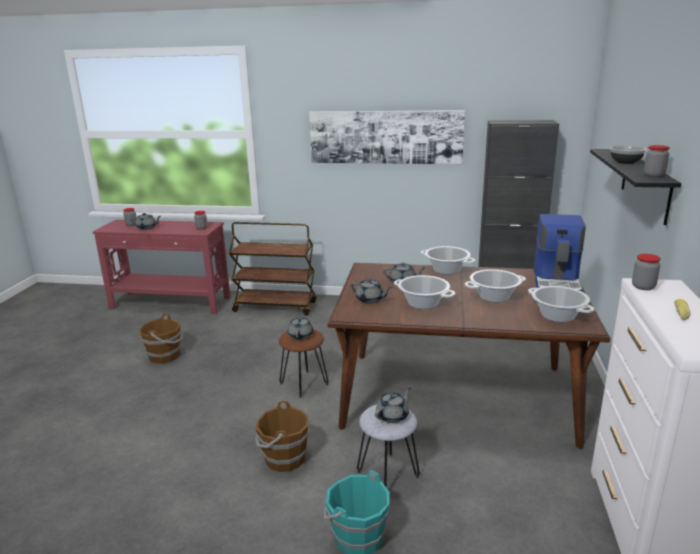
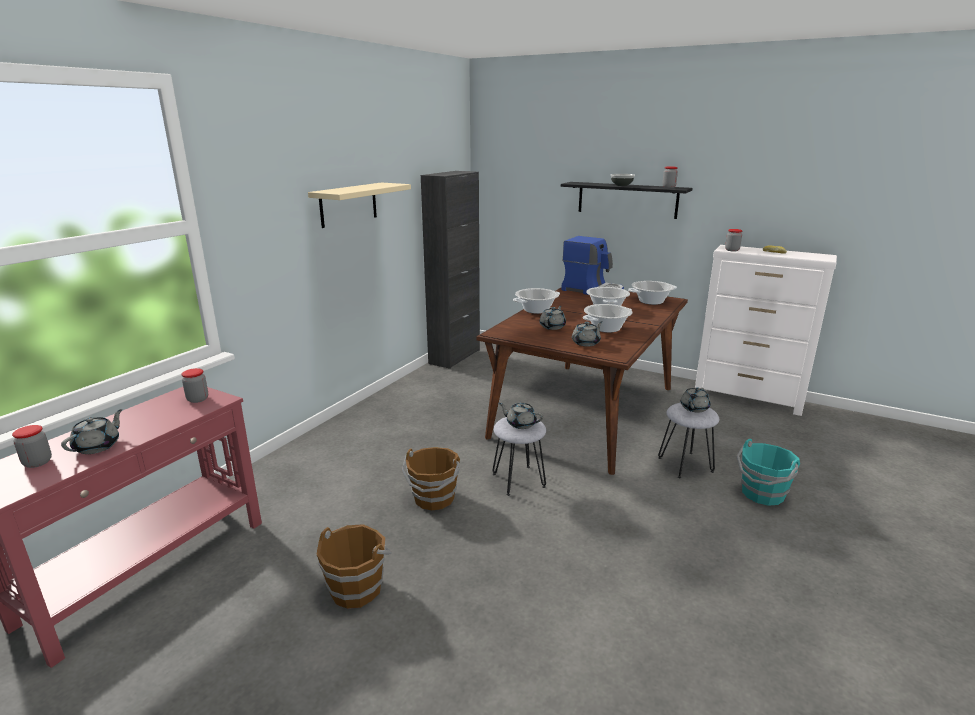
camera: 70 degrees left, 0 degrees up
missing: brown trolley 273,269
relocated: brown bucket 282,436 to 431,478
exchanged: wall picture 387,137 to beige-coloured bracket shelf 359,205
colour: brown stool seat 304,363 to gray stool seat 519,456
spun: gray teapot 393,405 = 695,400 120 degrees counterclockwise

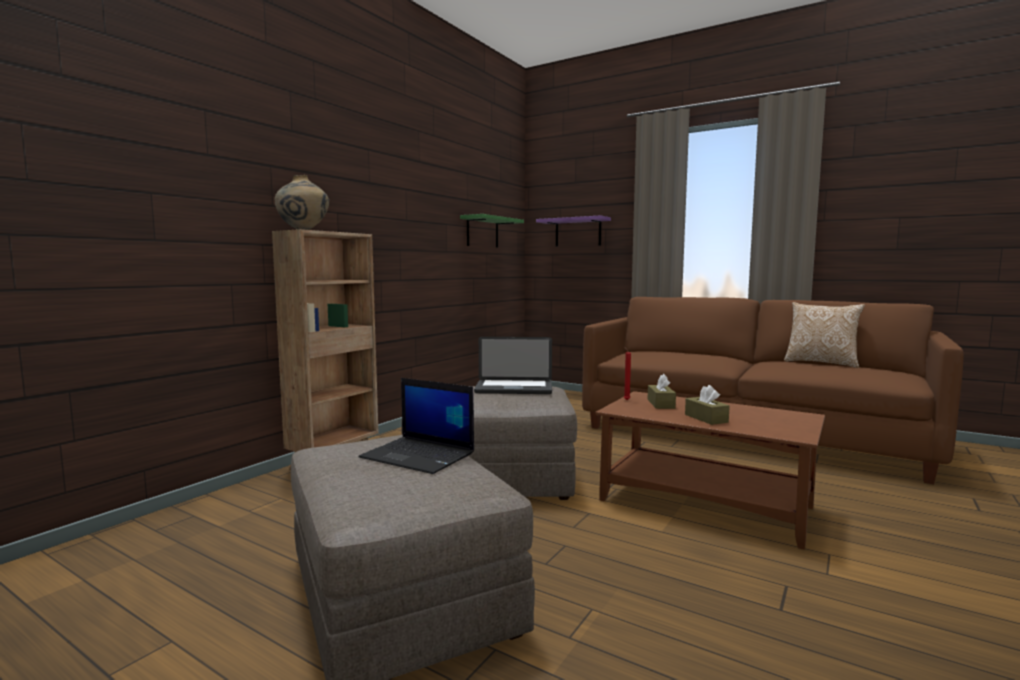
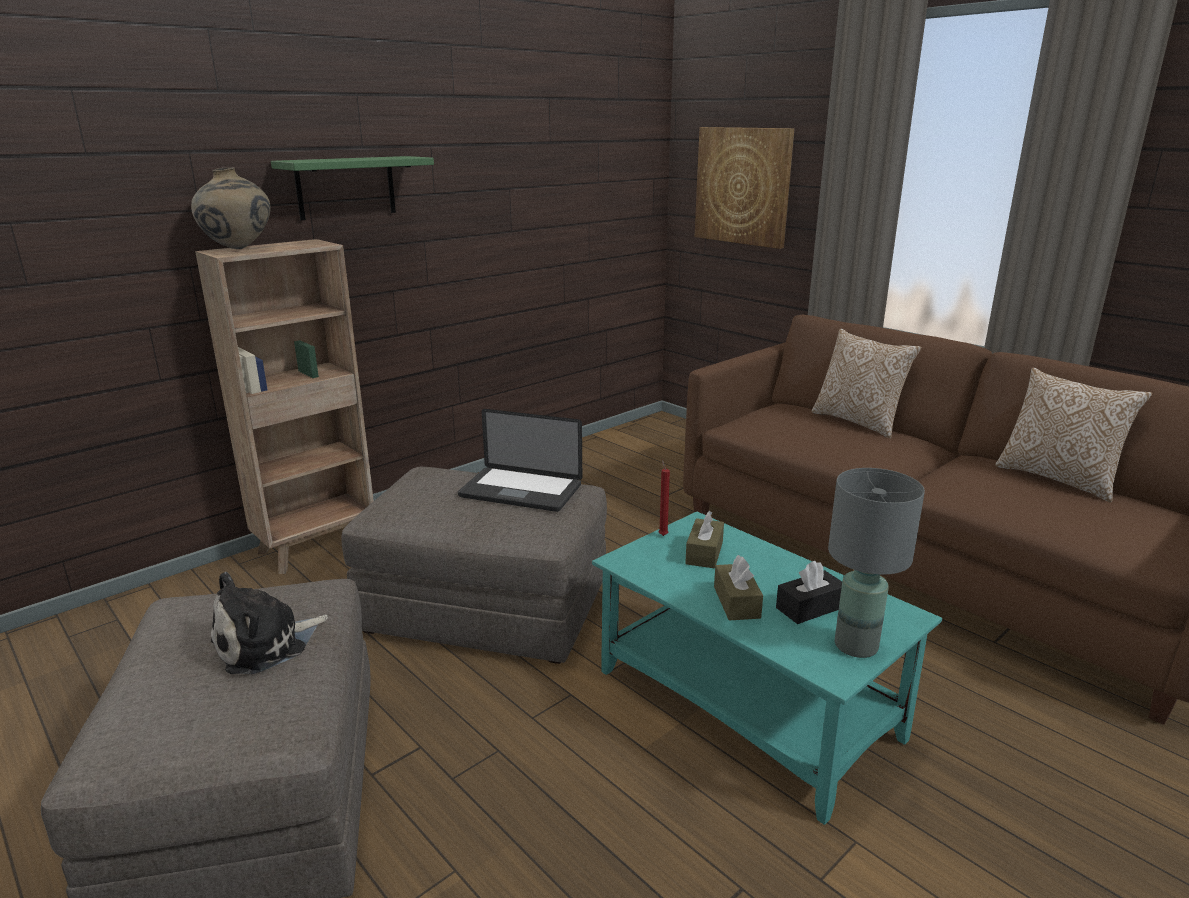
camera: 15 degrees right, 15 degrees up
appeared: black tissue box 809,592; throw pillow 867,383; gray tabletop lamp 876,563
relocated: greenish bracket shelf 492,231 to 352,188
exchanged: notebook computer 416,426 to soft toy 269,623; purple bracket shelf 573,231 to wall picture 744,188
colour: brown coffee table 710,470 to turquoise coffee table 767,668

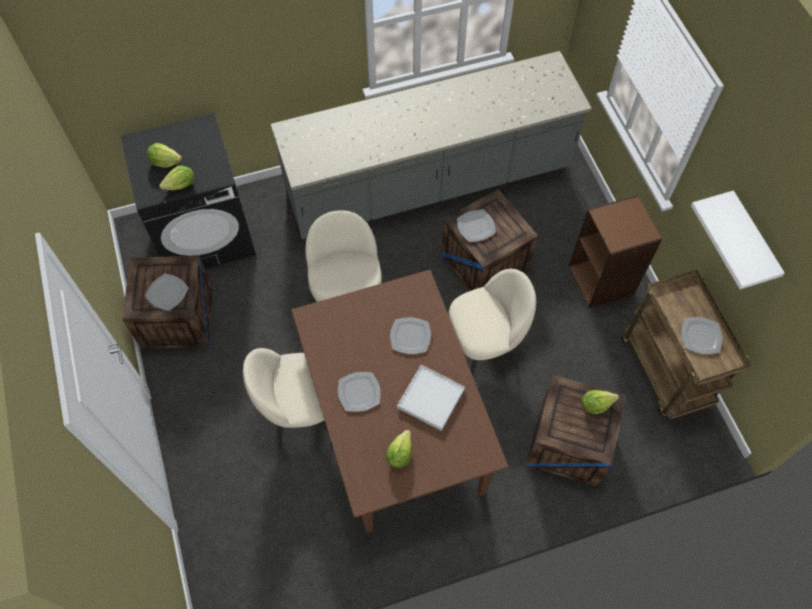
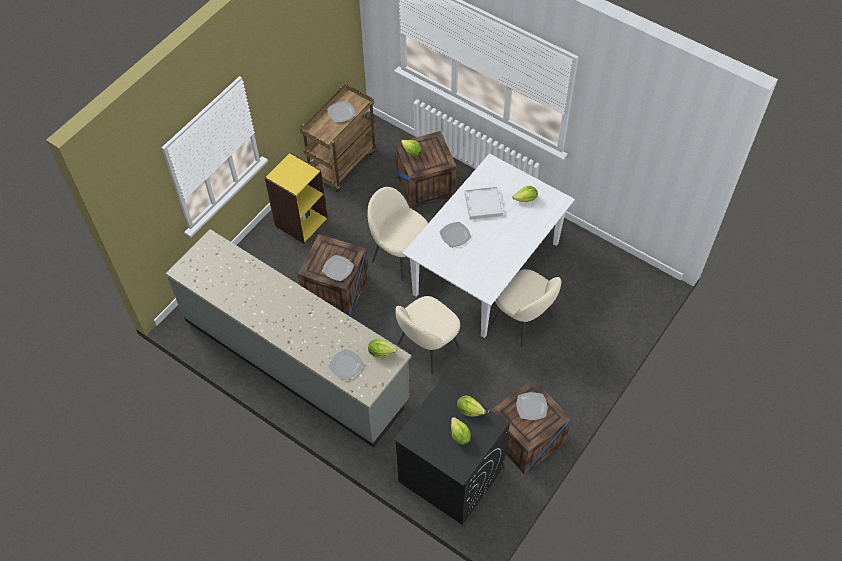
camera: 125 degrees left, 5 degrees down
missing: white-coloured bracket shelf 738,240
appeared: lettuce 382,348
relocated: flat dish 359,392 to 346,365
colour: brown dining table 399,401 to white-coloured dining table 489,246; brown bookshelf 615,251 to yellowish bookshelf 296,197

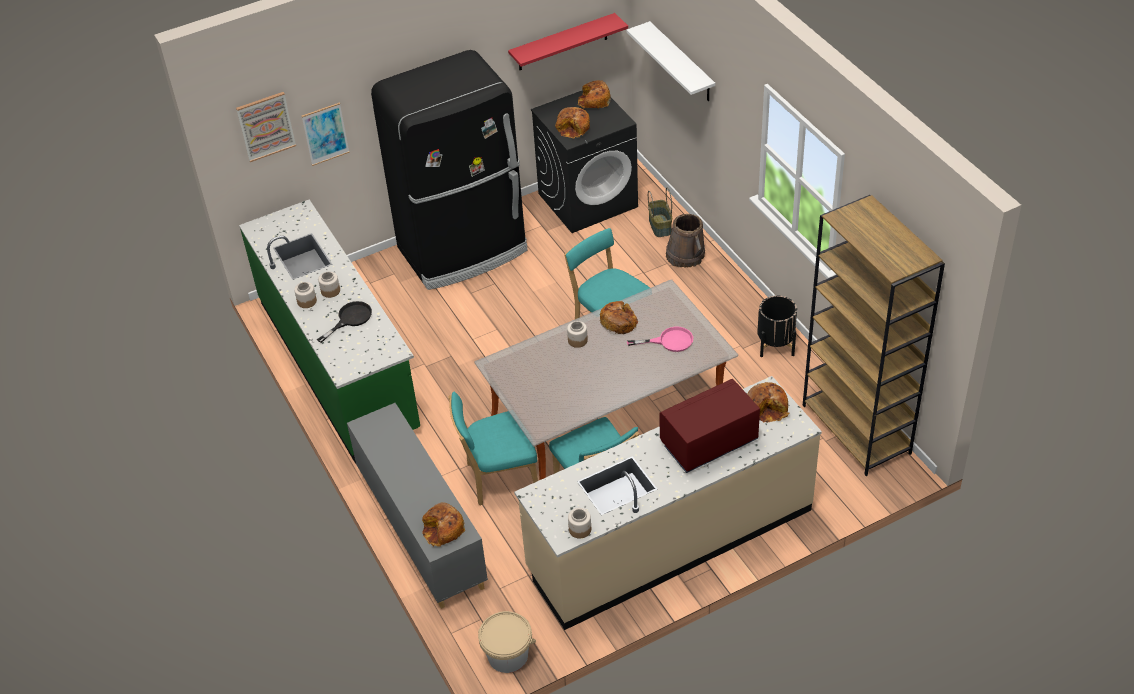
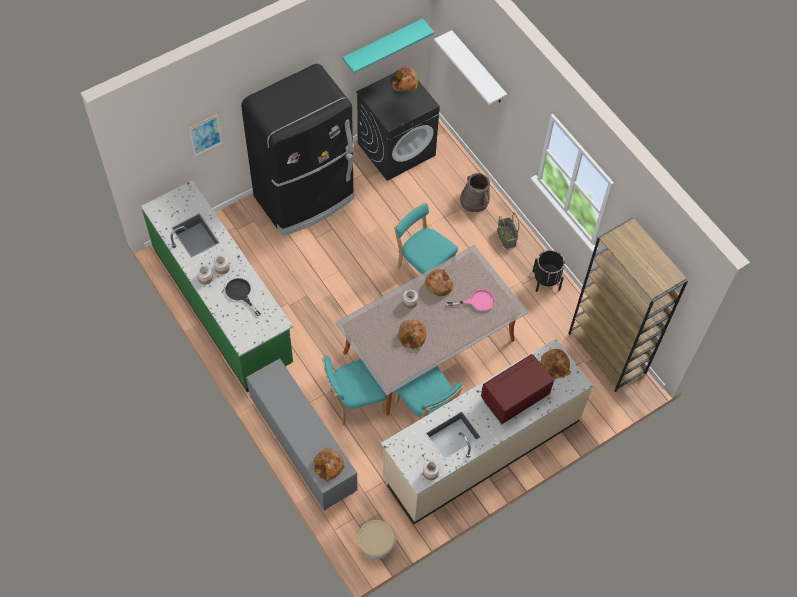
camera: 10 degrees left, 15 degrees up
missing: wall picture 266,127
relocated: bakery bread 572,122 to 411,335; basket 660,212 to 508,231
colour: red-coloured bracket shelf 568,41 to turquoise bracket shelf 388,45
spun: black frying pan 344,322 = 243,297 75 degrees counterclockwise

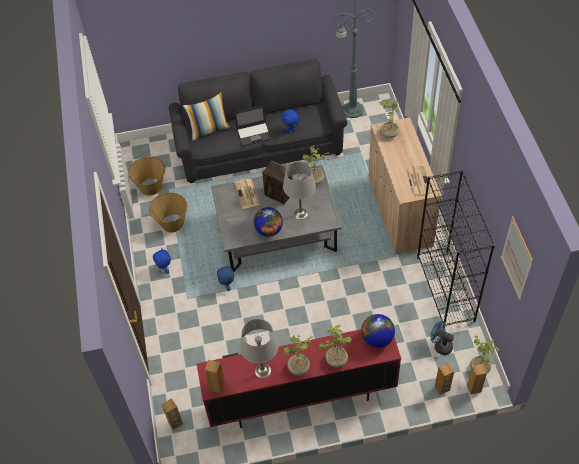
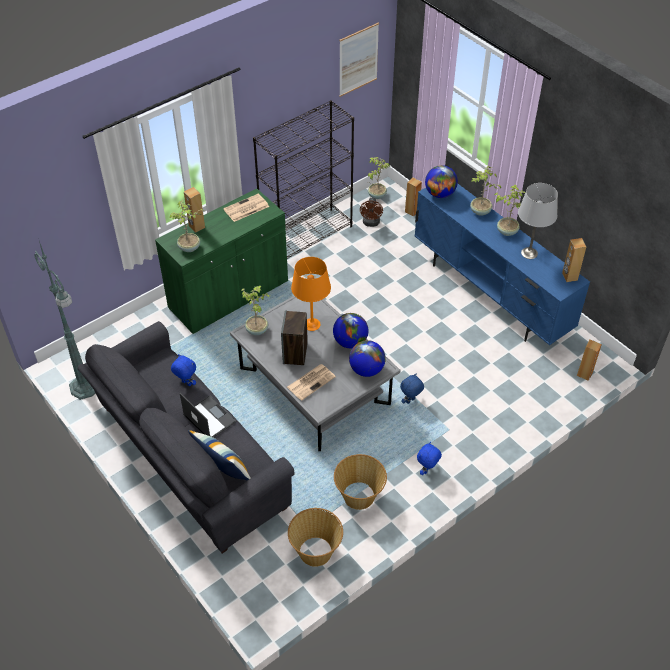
camera: 120 degrees left, 5 degrees down
appeared: world globe 367,358
relocated: brown audio speaker 477,379 to 194,210
colour: red-coloured tv unit 299,378 to bluish tv unit 502,264; gray tabletop lamp 299,190 to orange-coloured tabletop lamp 311,294; beige-coloured storage cabinet 405,185 to greenish storage cabinet 221,261; bluish electric fan 442,338 to brown electric fan 371,212

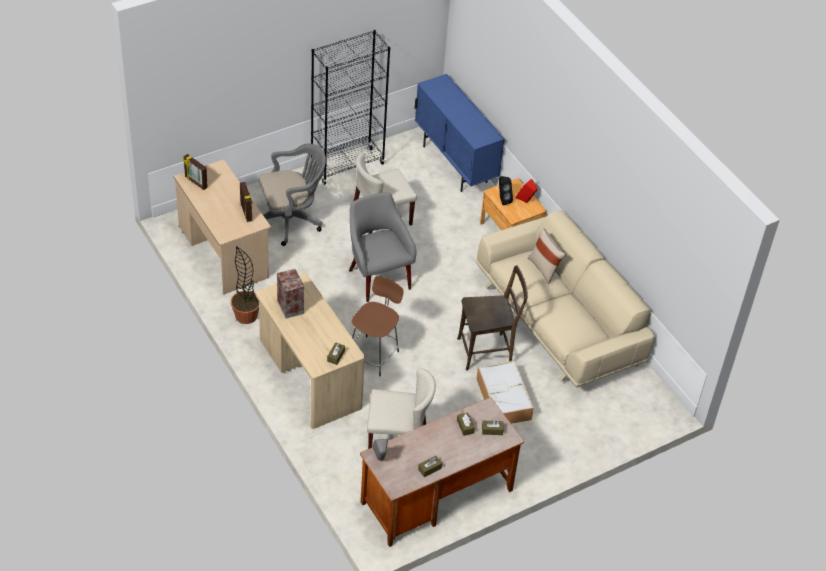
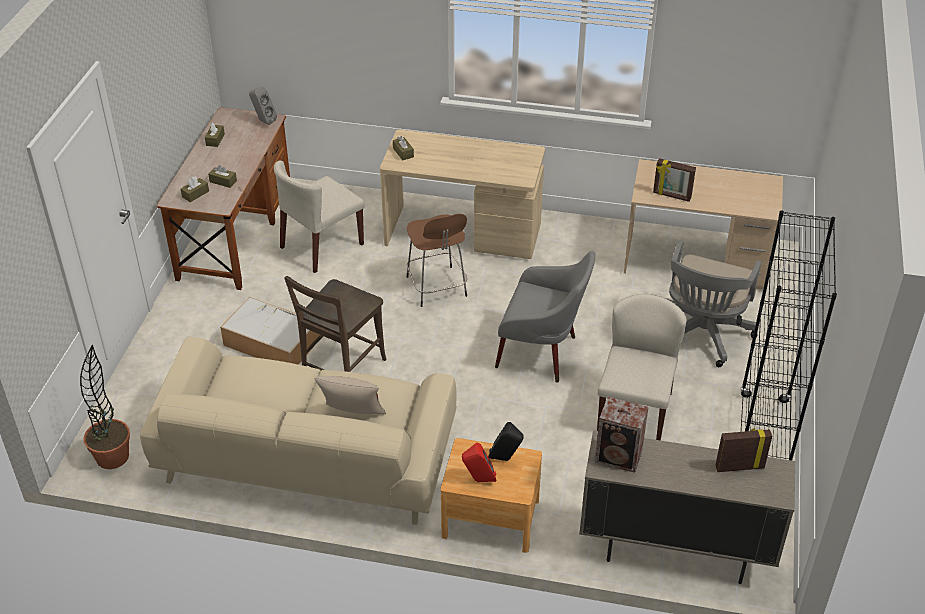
camera: 135 degrees right, 5 degrees down
relocated: standing frame 195,172 to 743,450; plant in a pot 245,285 to 105,406; audio speaker 290,293 to 622,435
colour: bluish storage cabinet 460,133 to beige-coloured storage cabinet 687,507

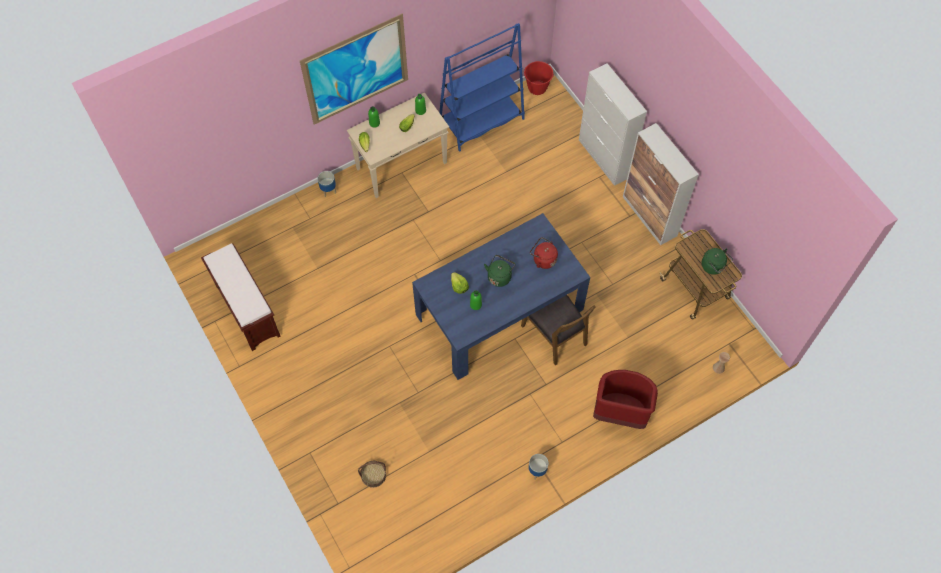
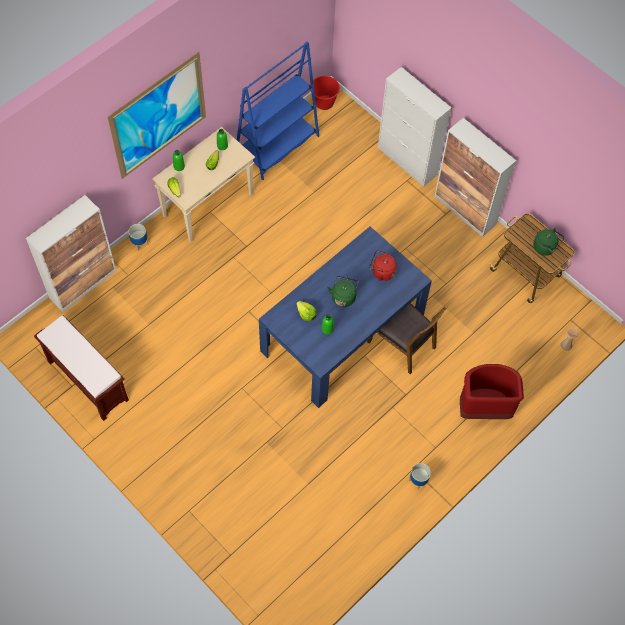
camera: 15 degrees left, 0 degrees up
missing: basket 372,474
appeared: storage cabinet 71,253

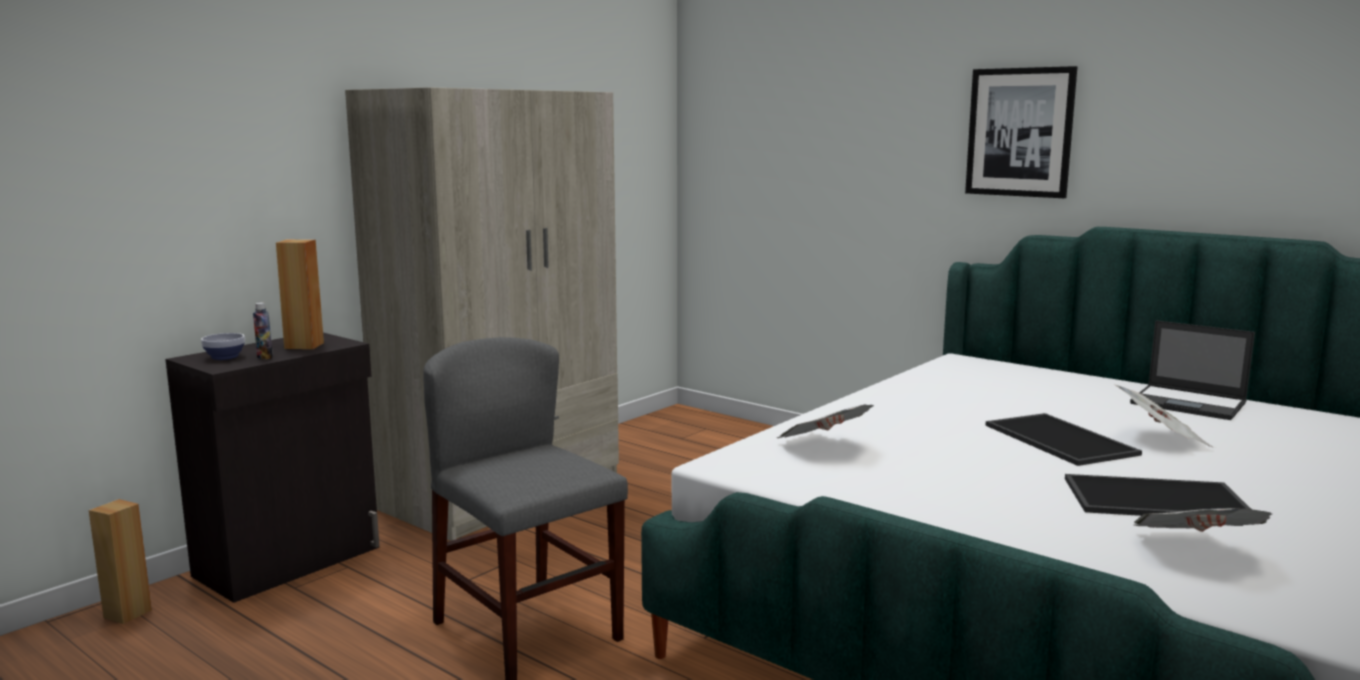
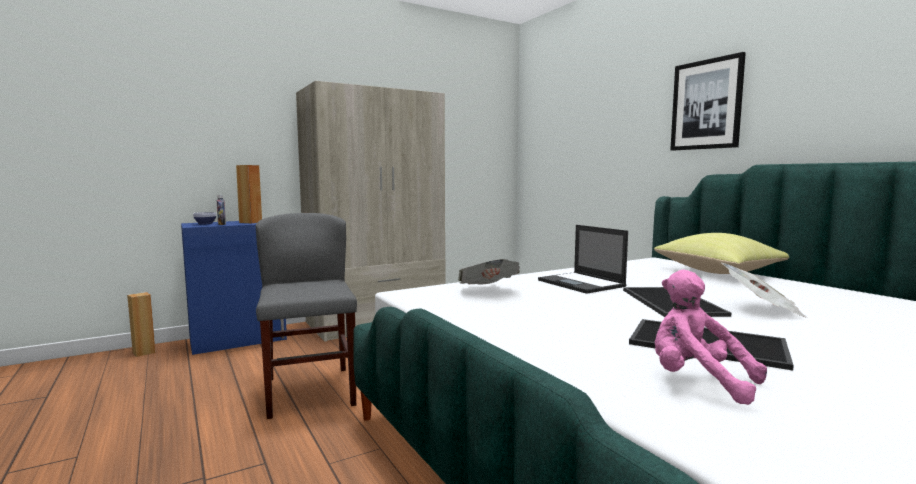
camera: 20 degrees right, 5 degrees down
appeared: yellowish throw pillow 721,253
relocated: notebook computer 1192,370 to 583,259
exchanged: newspaper 1203,520 to pink soft toy 711,337
colour: black storage cabinet 272,468 to bluish storage cabinet 234,288

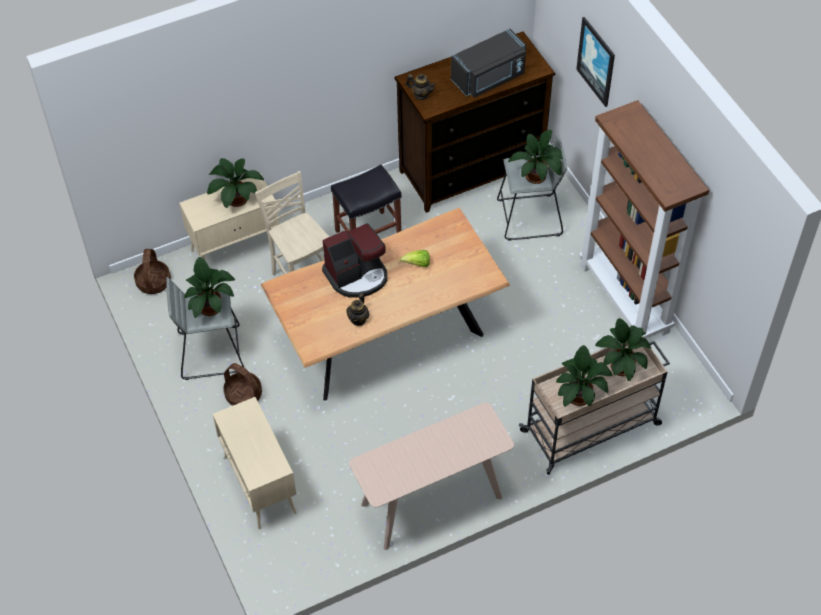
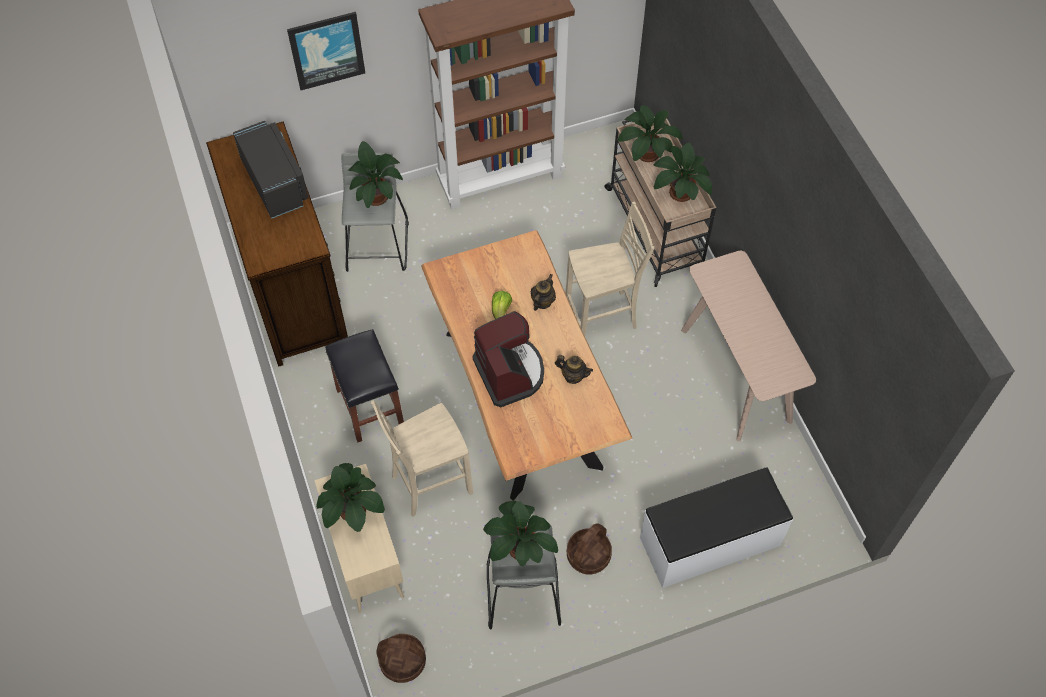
camera: 85 degrees left, 5 degrees up
appeared: beige-coloured chair 609,269
relocated: teapot 421,87 to 543,292
exchanged: beige-coloured storage cabinet 254,463 to white-coloured indoor bench 716,527

